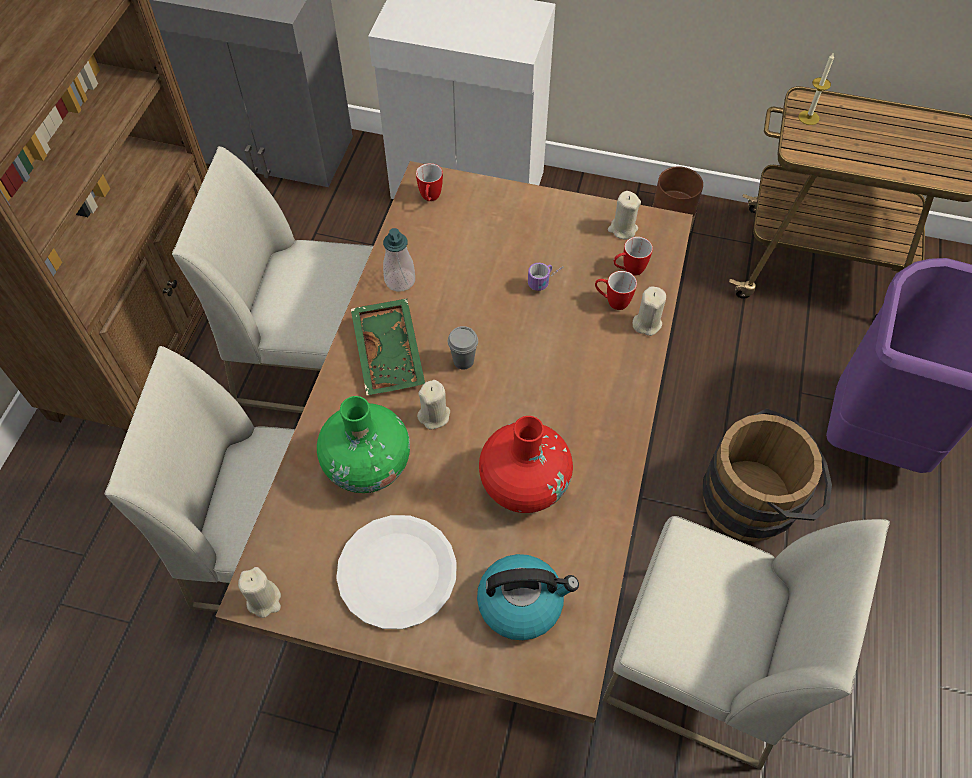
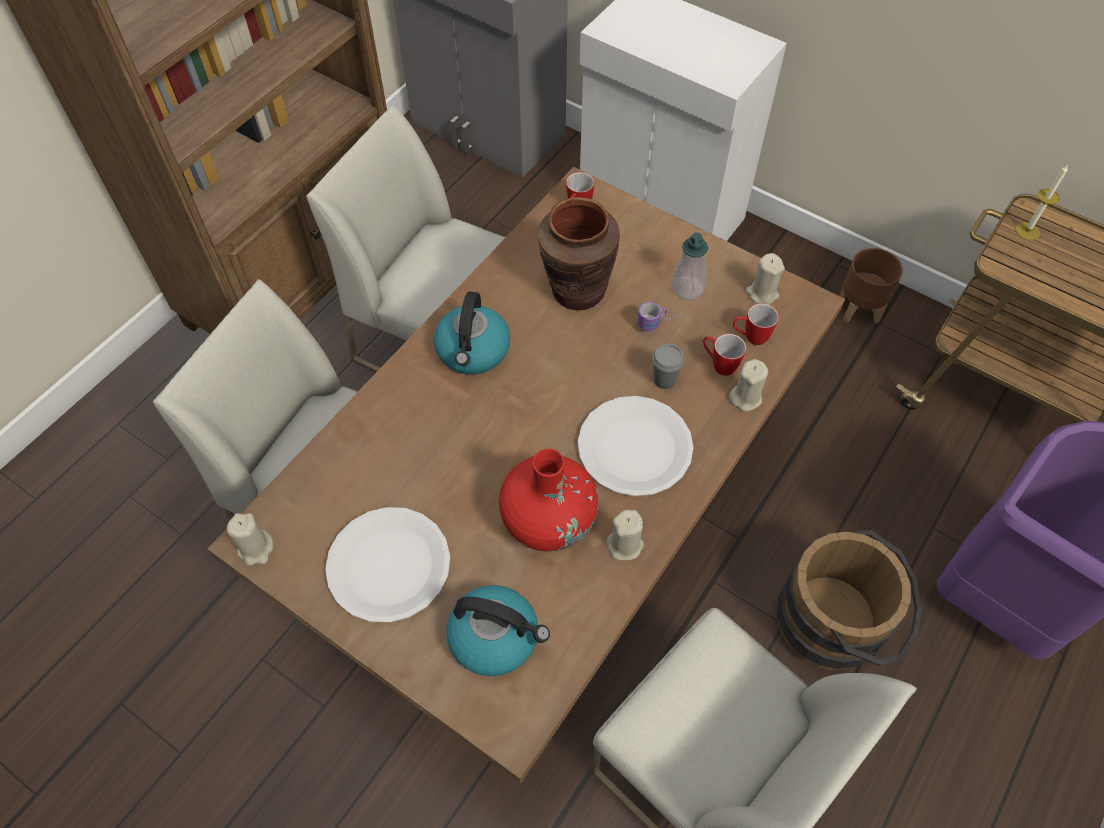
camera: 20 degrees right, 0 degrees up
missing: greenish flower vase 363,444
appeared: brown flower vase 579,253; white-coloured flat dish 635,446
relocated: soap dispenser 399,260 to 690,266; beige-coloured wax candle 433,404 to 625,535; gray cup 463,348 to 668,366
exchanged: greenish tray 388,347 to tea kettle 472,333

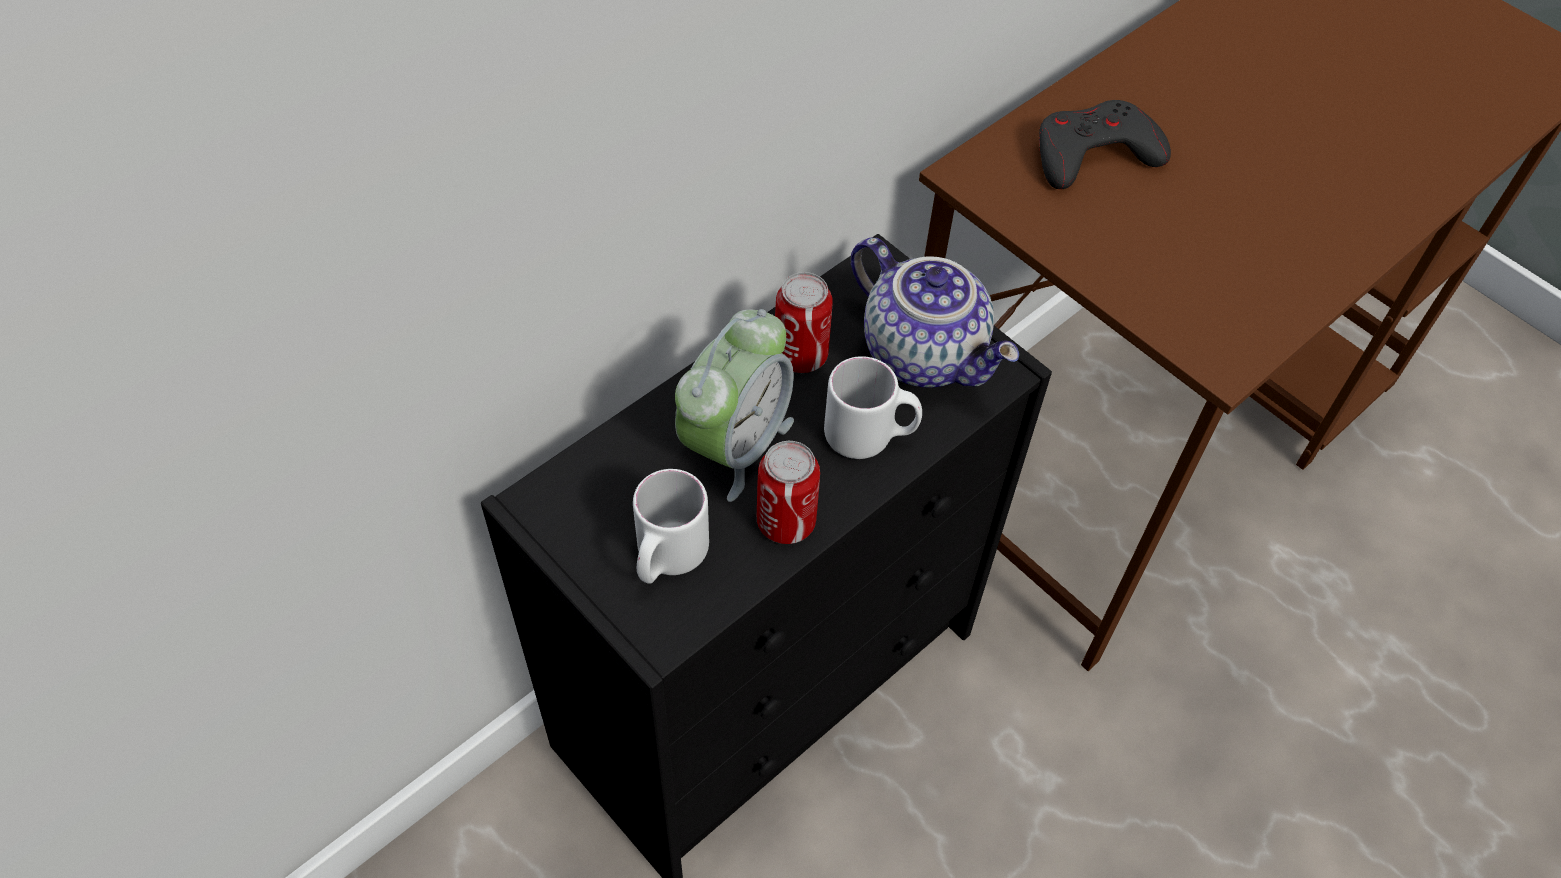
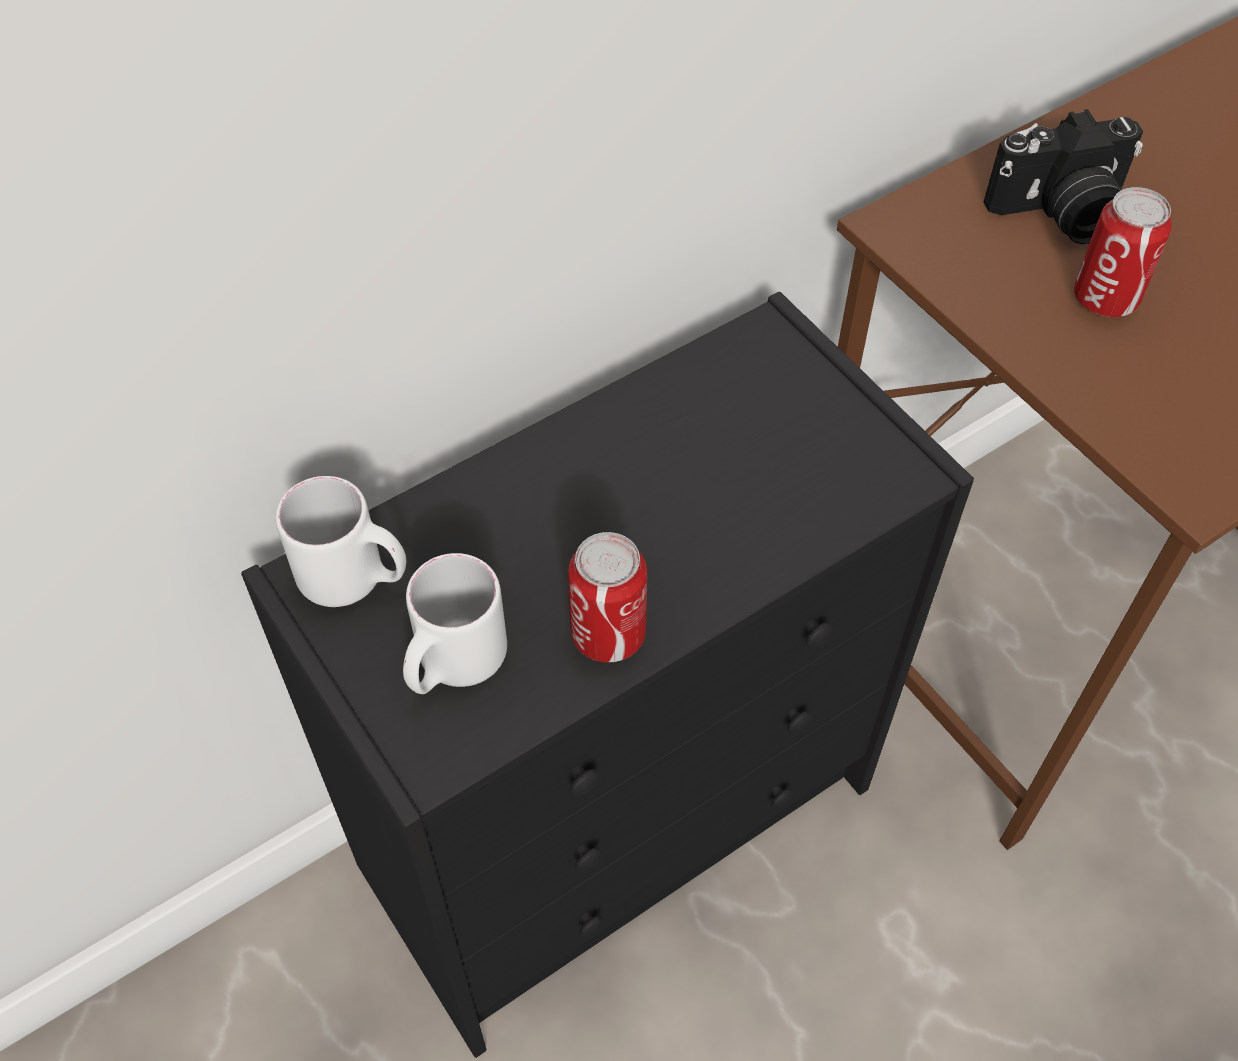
camera: 10 degrees right, 0 degrees up
missing: bedside clock 734,405; teapot 935,313
relocated: metal can 804,322 to 1123,252; white-coloured tea mug 873,407 to 341,541
exchanged: gray game controller 1105,144 to photo camera 1063,176

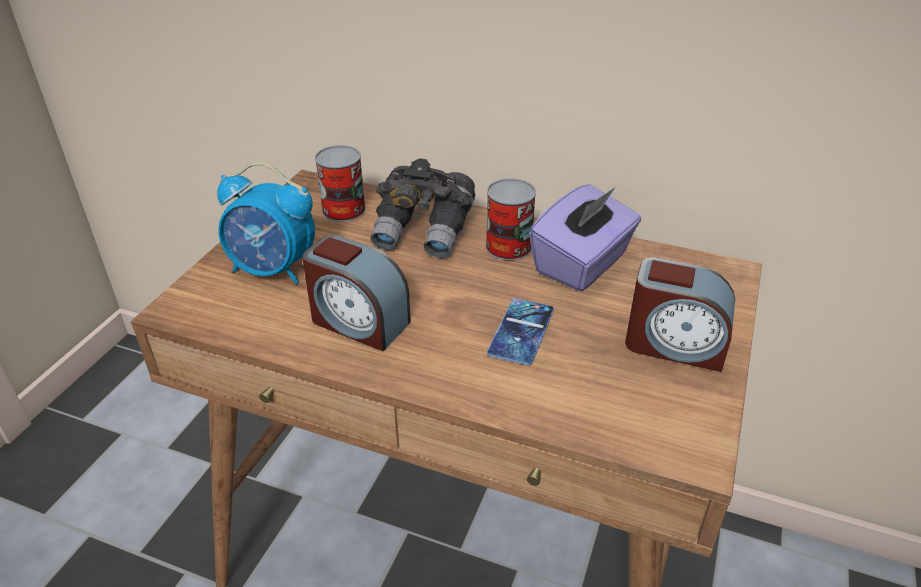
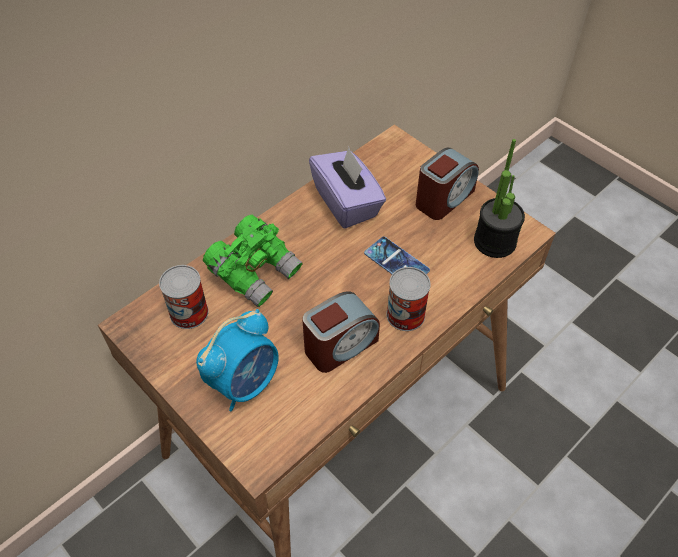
camera: 65 degrees left, 15 degrees up
appeared: plant in a pot 499,198
relocated: metal can 511,219 to 408,299
colour: gray binoculars 422,208 to greenish binoculars 253,261

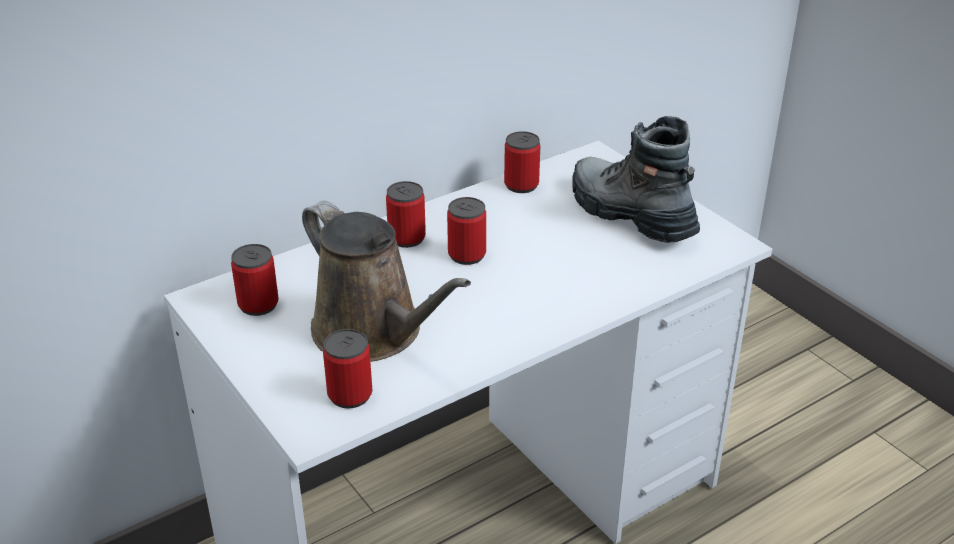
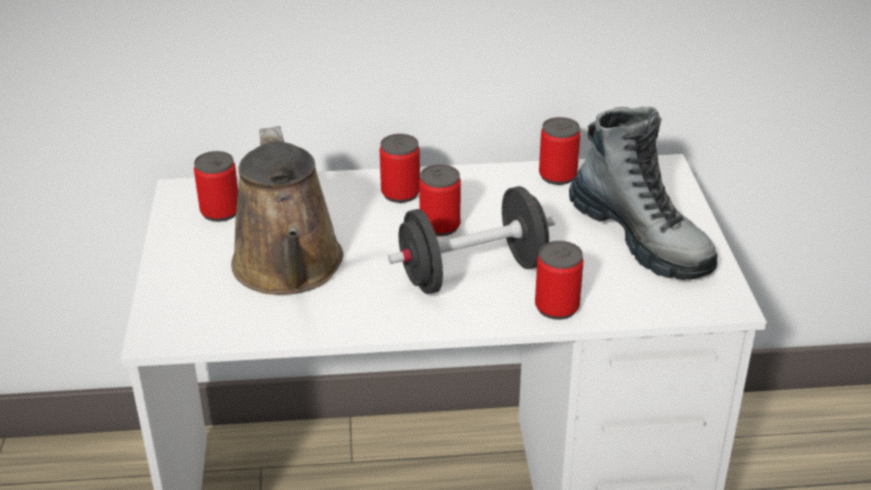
camera: 30 degrees right, 0 degrees up
appeared: black hand weight 471,240
relocated: metal can 348,369 to 559,280
spun: boot 636,179 = 643,193 150 degrees clockwise

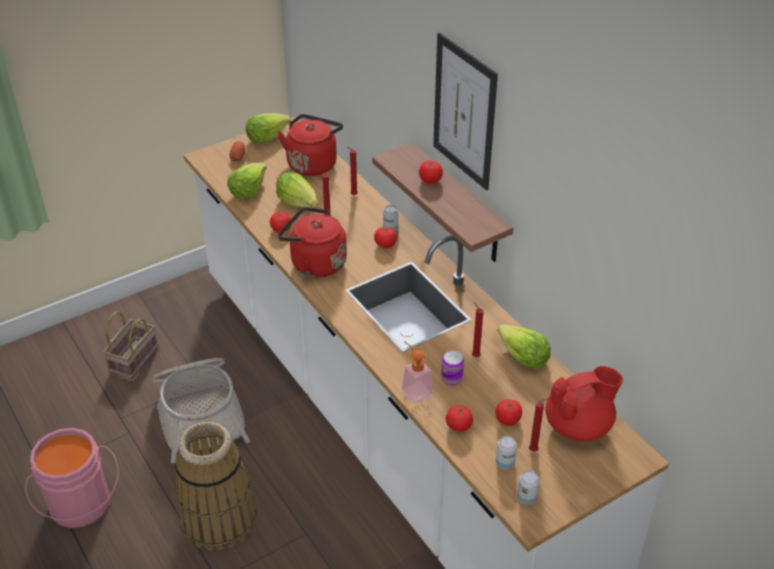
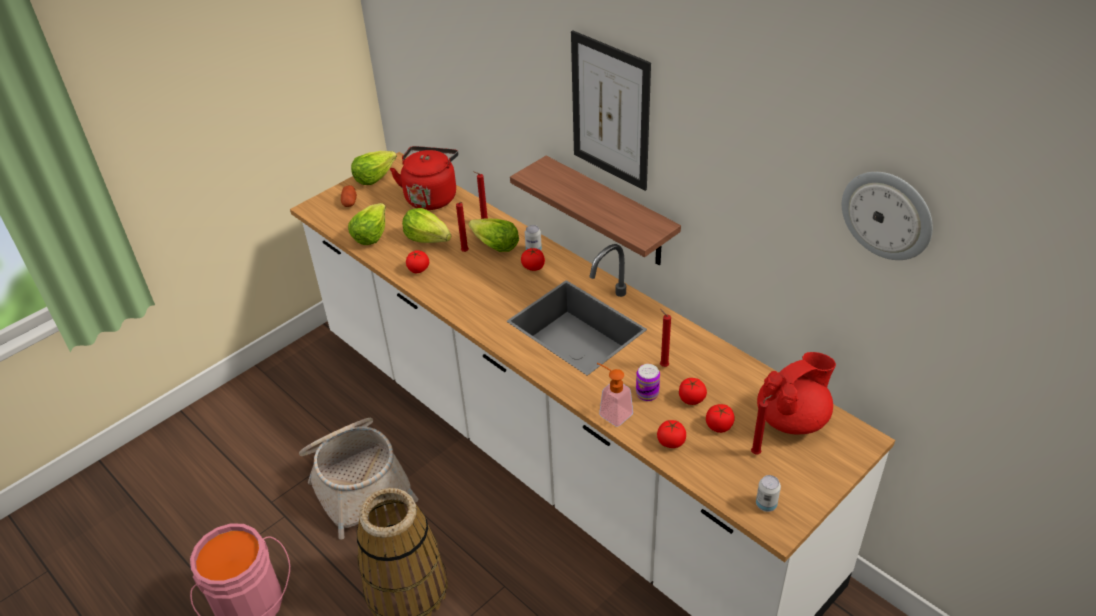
camera: 10 degrees left, 0 degrees up
missing: basket 130,345; red-coloured tea kettle 312,242; metal can 506,452
appeared: clock on the wall 887,216
relocated: fresh tomato 431,172 to 693,391; lettuce 524,346 to 494,235

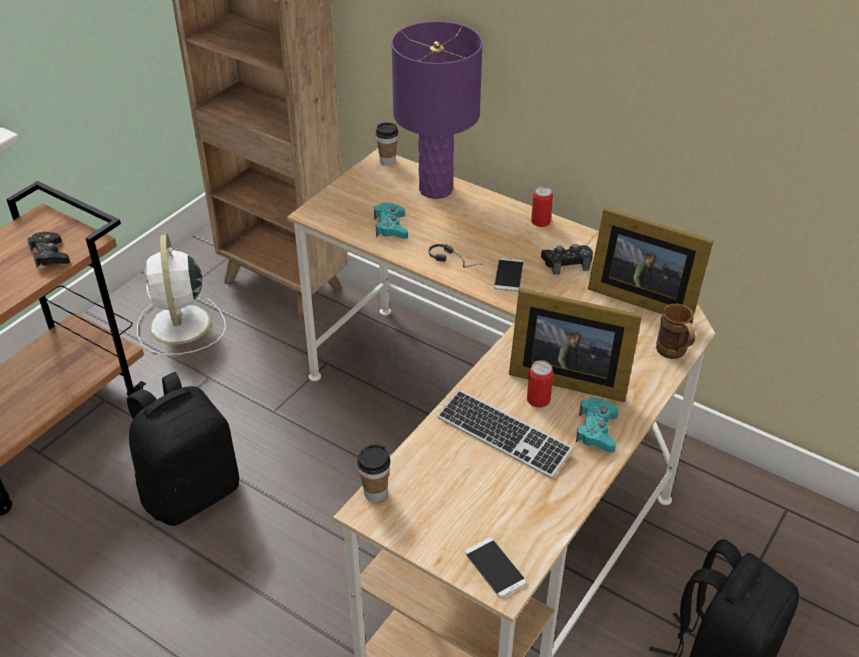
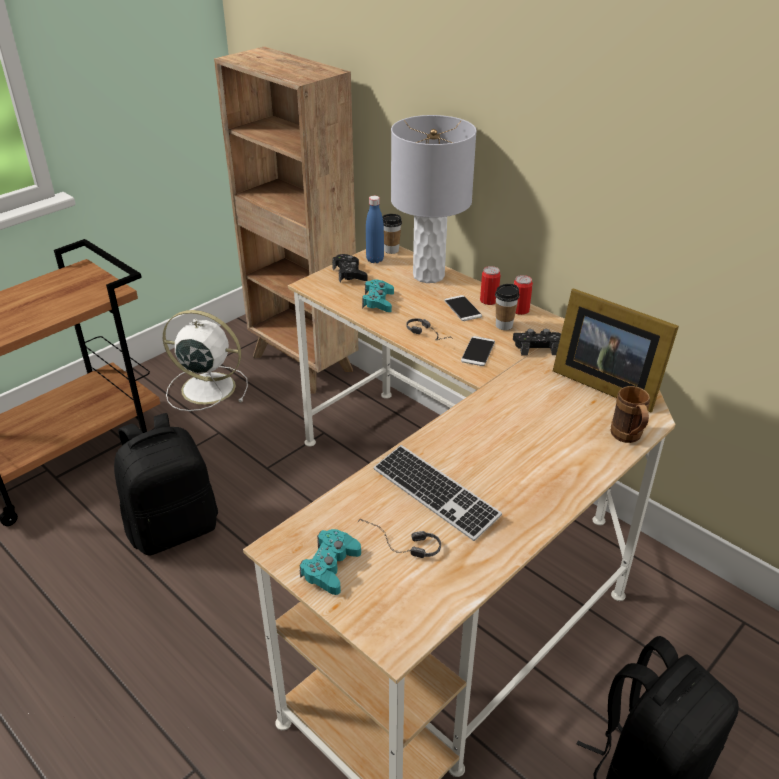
camera: 10 degrees right, 5 degrees down
missing: standing frame 575,345
appeared: pair of headphones 399,539; bluish drink bottle 375,229
relocated: black game controller 48,250 to 350,268; cup 373,473 to 507,307; phone 496,568 to 463,308; metal can 540,383 to 490,285; turquoise game controller 597,425 to 330,562
colour: purple tabletop lamp 437,110 to gray tabletop lamp 434,199
spun: white-coloured electric fan 181,294 = 205,360 105 degrees clockwise

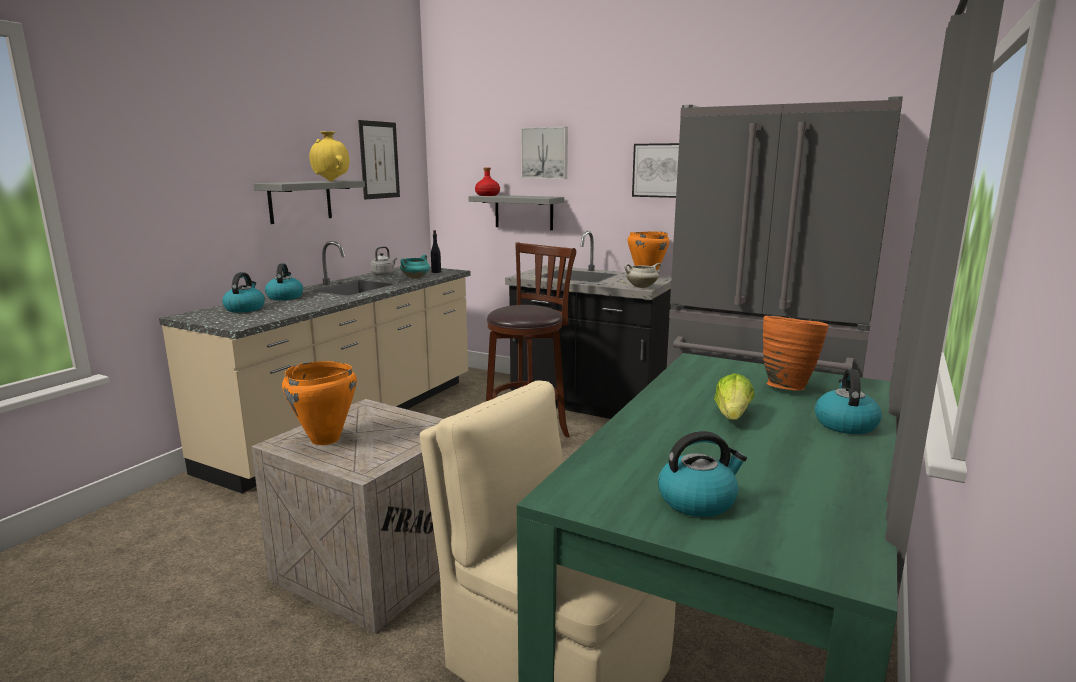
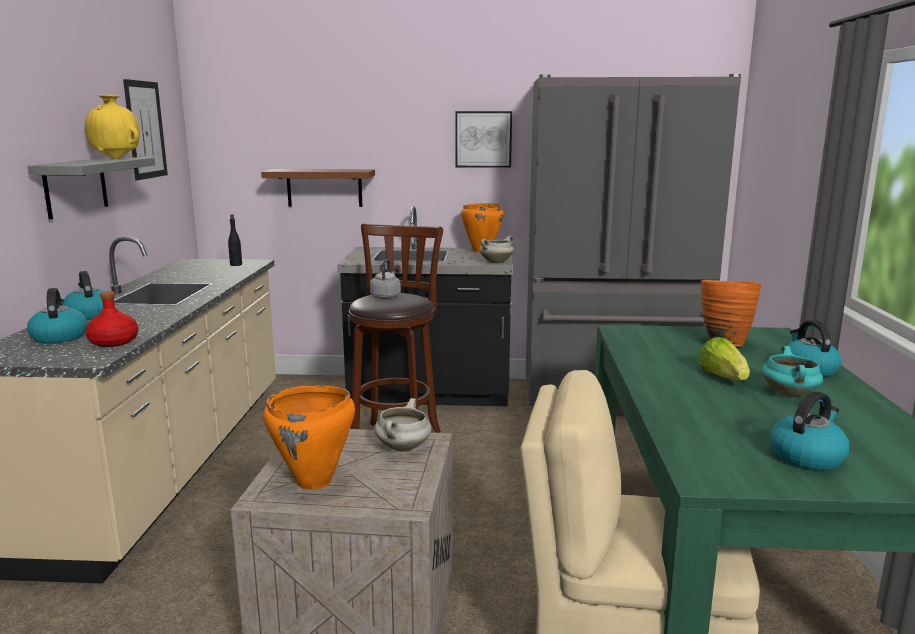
camera: 25 degrees left, 0 degrees up
missing: wall picture 544,153
appeared: white-coloured stockpot 402,425
relocated: gray tea kettle 383,261 to 385,279; turquoise stockpot 415,266 to 792,371; red-coloured drink bottle 487,181 to 111,319
colour: gray bracket shelf 516,212 to brown bracket shelf 318,188

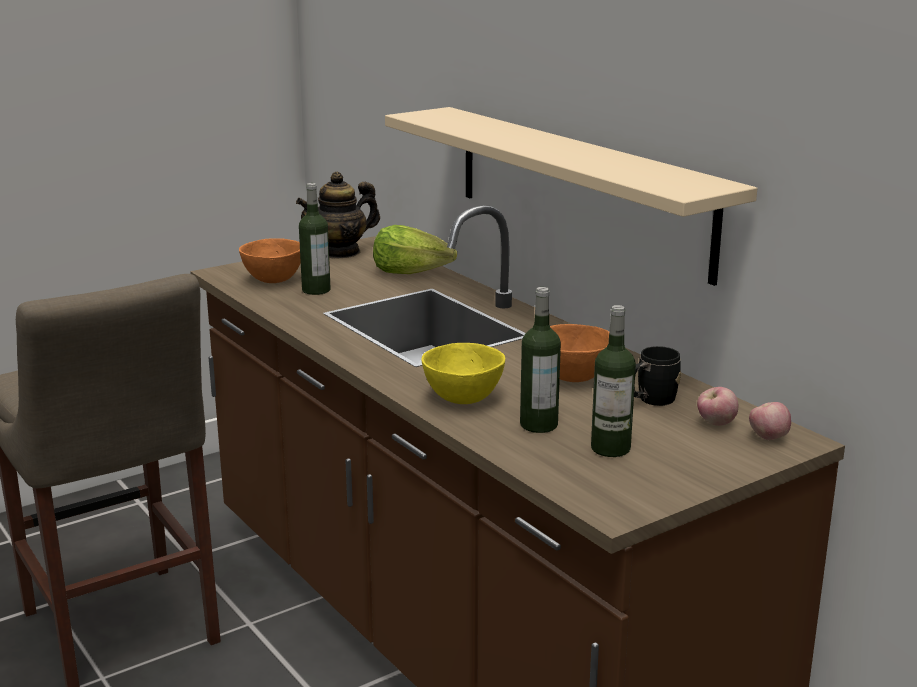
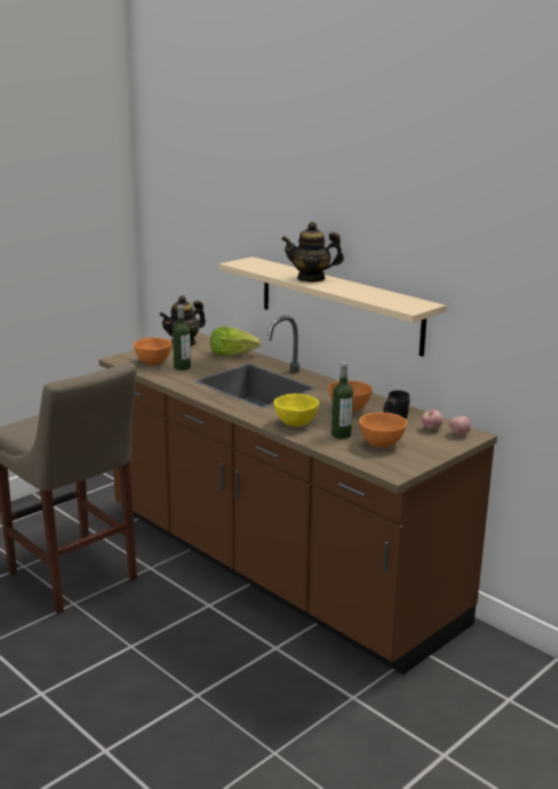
camera: 10 degrees left, 0 degrees up
appeared: teapot 312,252
exchanged: drink bottle 613,381 to orange-coloured serving bowl 383,430

